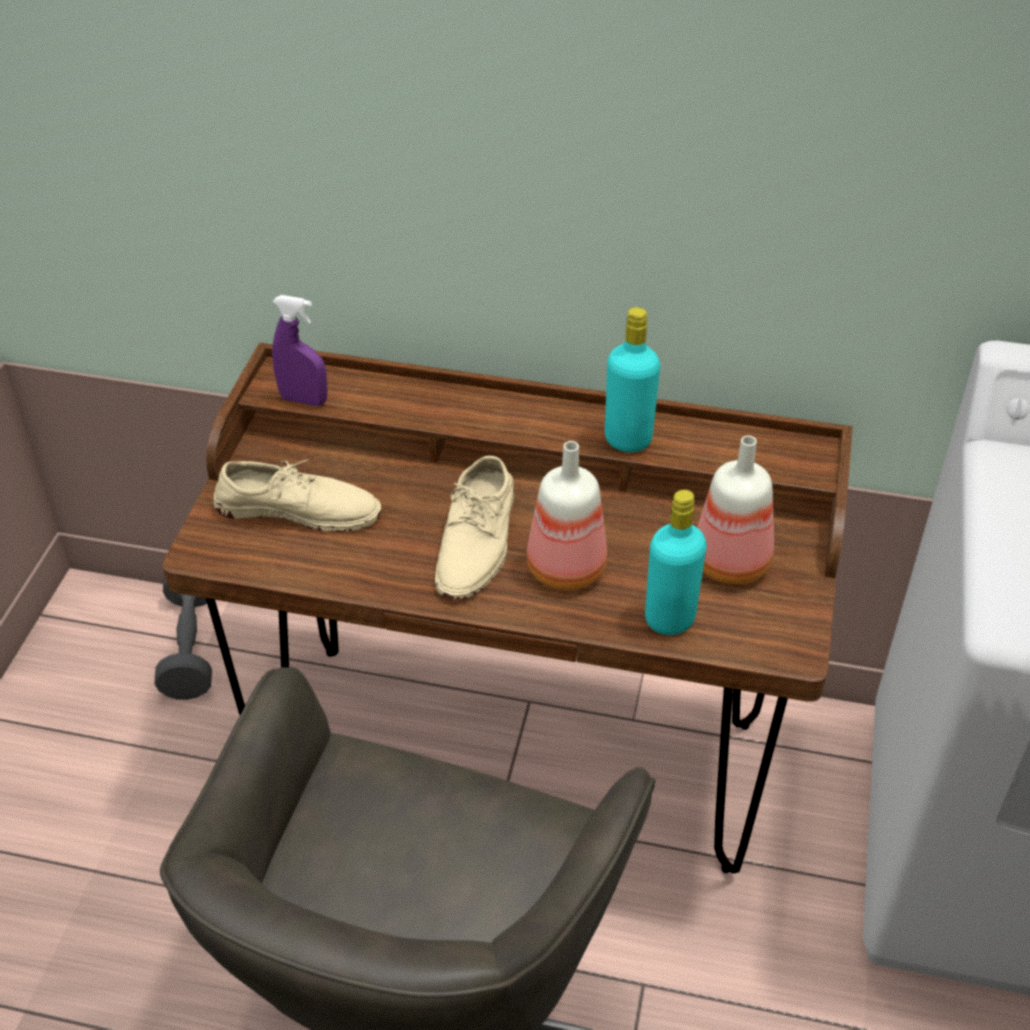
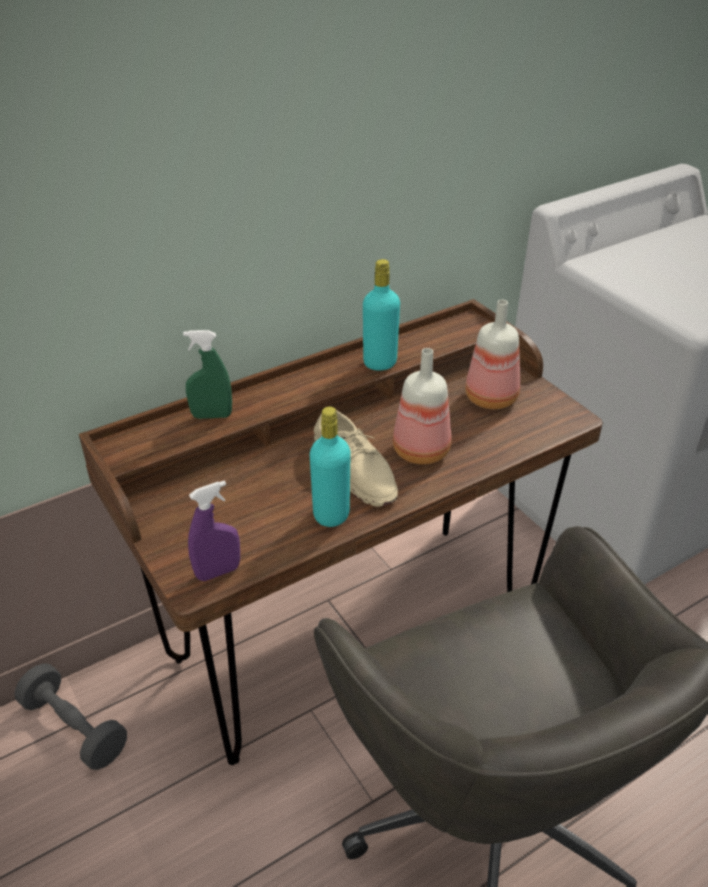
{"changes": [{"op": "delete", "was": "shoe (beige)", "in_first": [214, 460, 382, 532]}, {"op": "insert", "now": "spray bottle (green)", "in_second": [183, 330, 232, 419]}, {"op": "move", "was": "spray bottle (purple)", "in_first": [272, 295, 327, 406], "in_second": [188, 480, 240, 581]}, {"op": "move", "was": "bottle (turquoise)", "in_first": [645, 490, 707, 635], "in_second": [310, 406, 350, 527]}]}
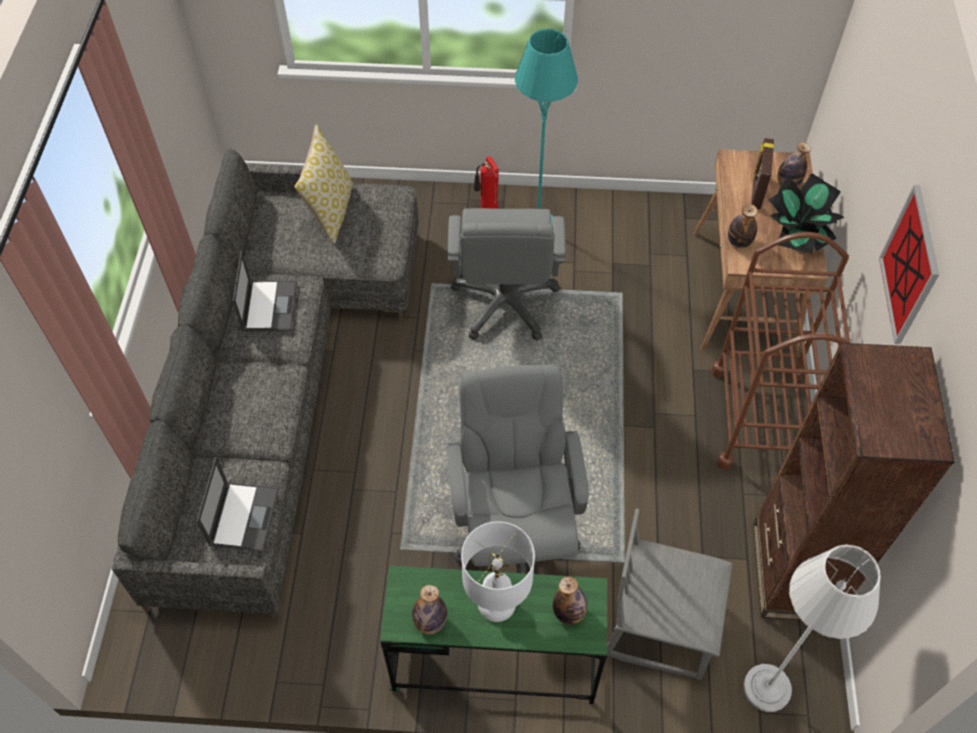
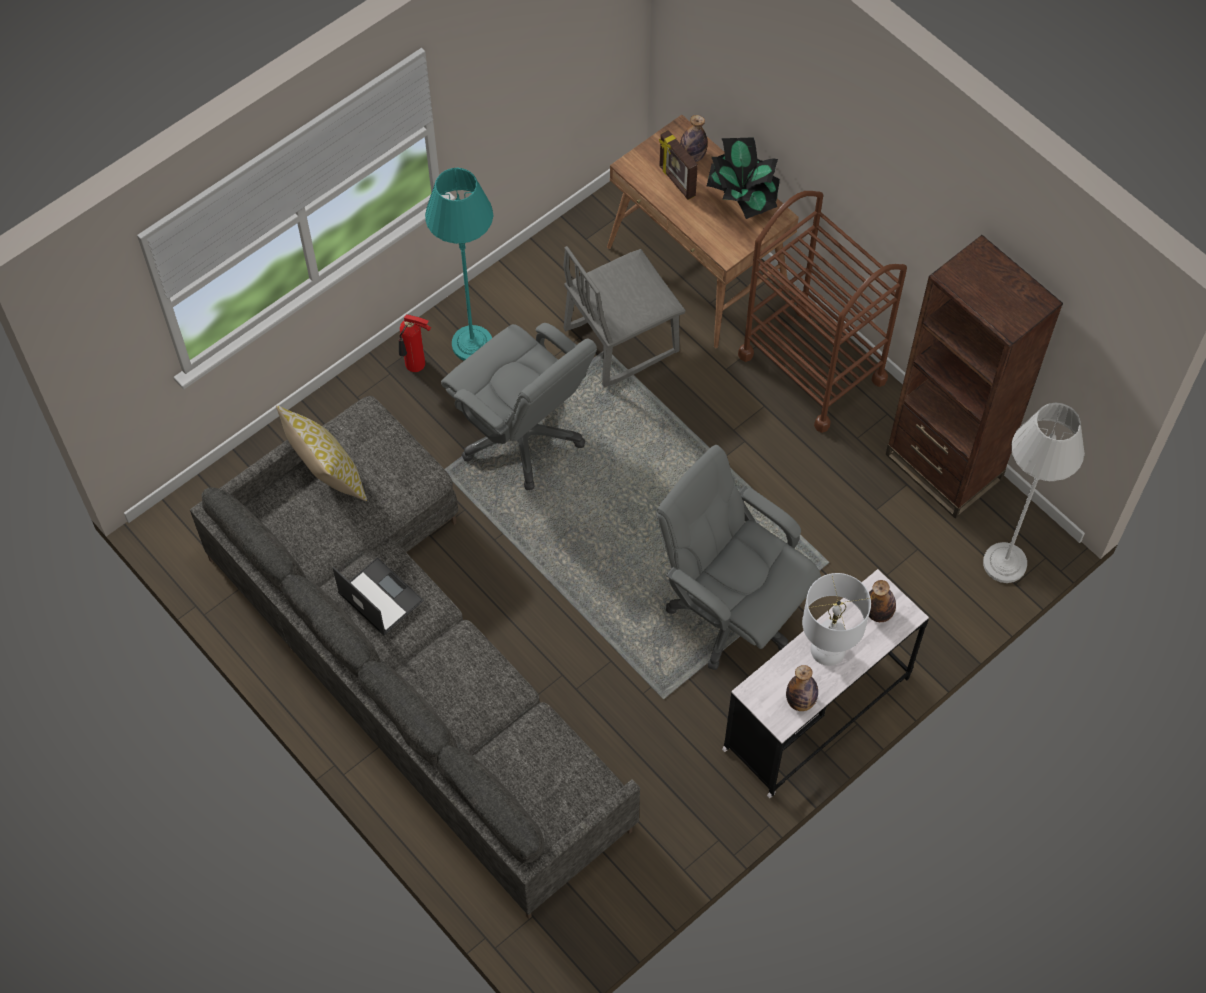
{"changes": [{"op": "delete", "was": "laptop", "in_first": [196, 457, 279, 552]}, {"op": "delete", "was": "bottle", "in_first": [728, 204, 758, 248]}, {"op": "delete", "was": "picture", "in_first": [879, 185, 939, 344]}, {"op": "move", "was": "chair (grey)", "in_first": [607, 508, 733, 680], "in_second": [563, 246, 686, 388]}, {"op": "recolor", "was": "desk (green)", "now": "desk (white)", "in_first": [380, 565, 607, 704], "in_second": [722, 569, 929, 798]}]}
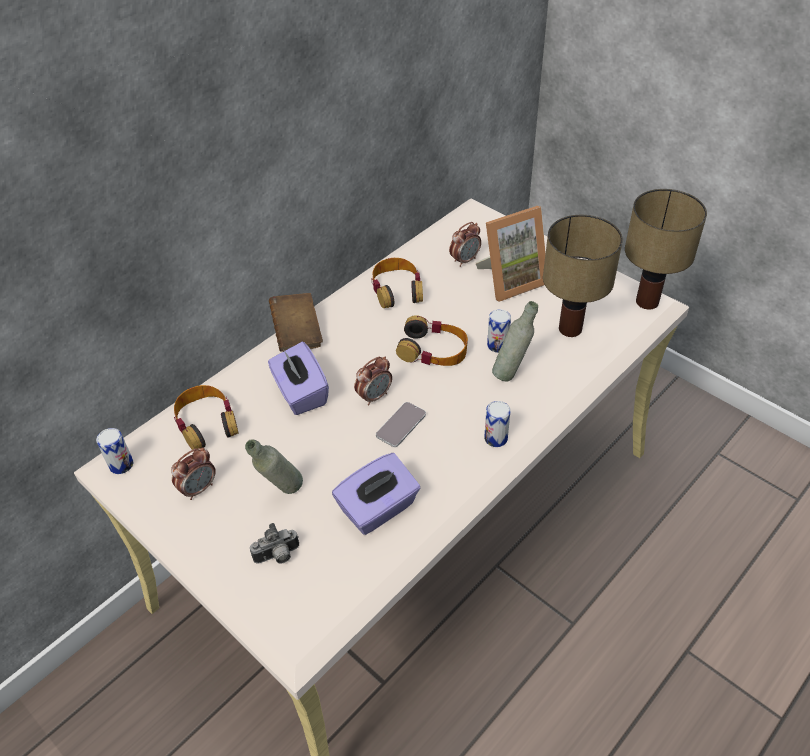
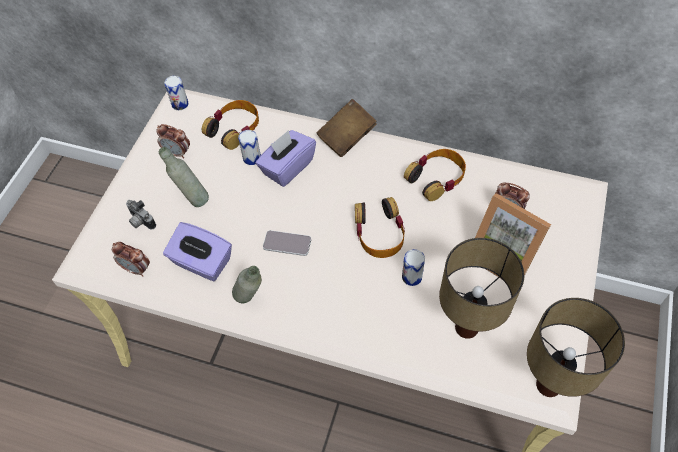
{"changes": [{"op": "move", "was": "alarm clock", "in_first": [354, 357, 392, 406], "in_second": [112, 242, 150, 277]}, {"op": "move", "was": "can", "in_first": [484, 401, 511, 447], "in_second": [238, 130, 261, 165]}, {"op": "move", "was": "bottle (grey)", "in_first": [492, 301, 538, 381], "in_second": [232, 266, 262, 303]}]}
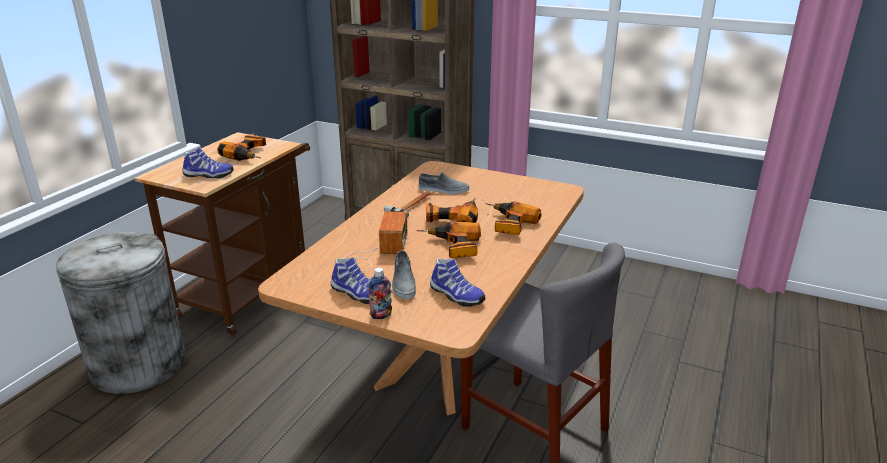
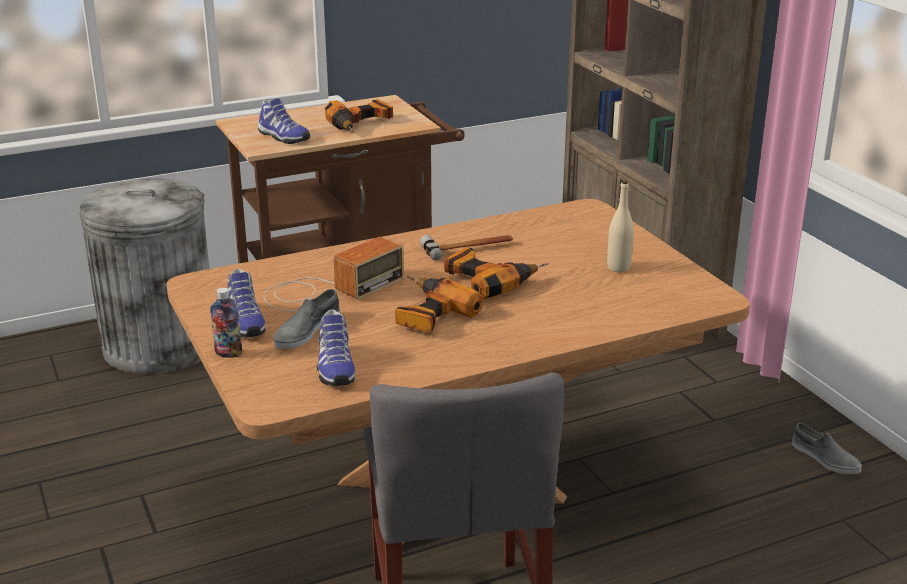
{"changes": [{"op": "delete", "was": "power drill", "in_first": [485, 202, 541, 235]}, {"op": "insert", "now": "bottle (beige)", "in_second": [607, 180, 634, 272]}, {"op": "move", "was": "shoe (grey)", "in_first": [419, 172, 469, 194], "in_second": [792, 423, 862, 474]}]}
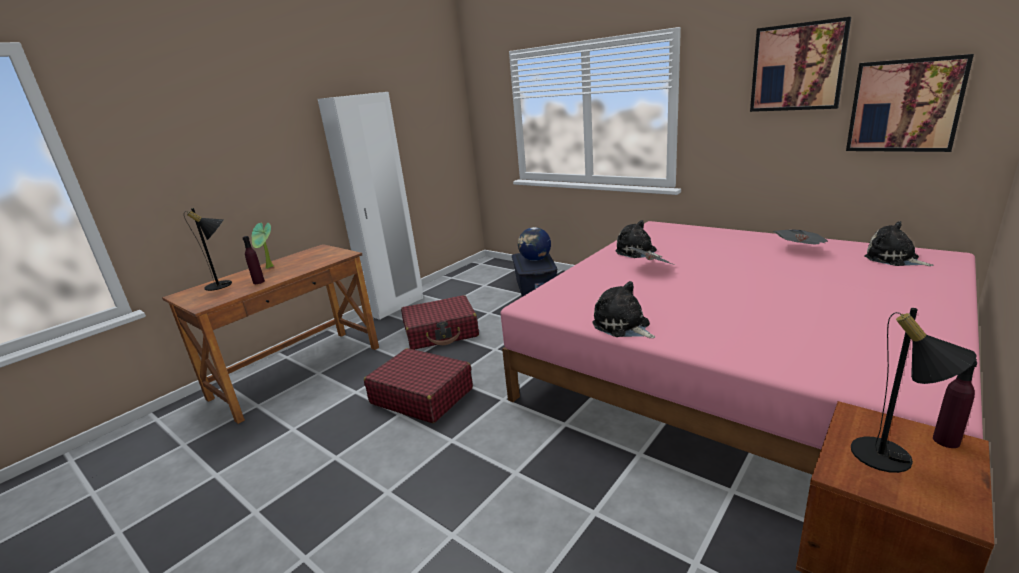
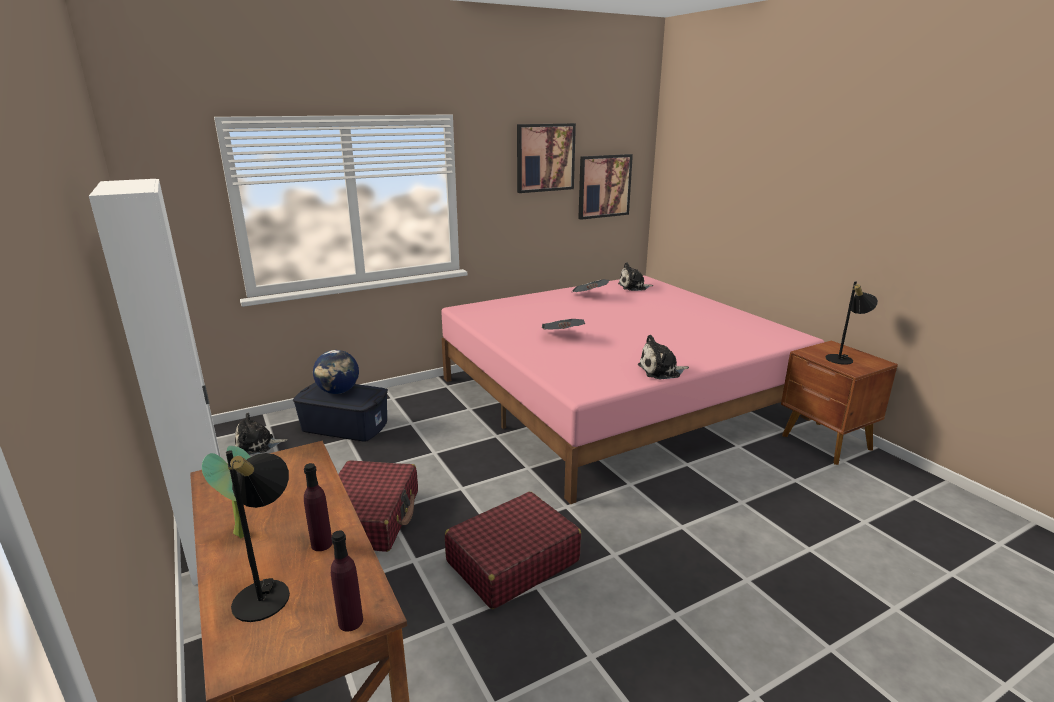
{"changes": [{"op": "move", "was": "plush toy", "in_first": [615, 220, 662, 258], "in_second": [235, 413, 288, 455]}, {"op": "move", "was": "bottle (purple)", "in_first": [933, 359, 977, 448], "in_second": [331, 531, 363, 632]}]}
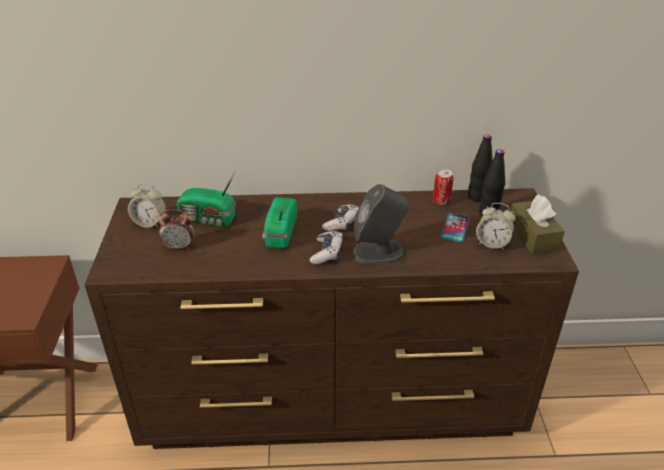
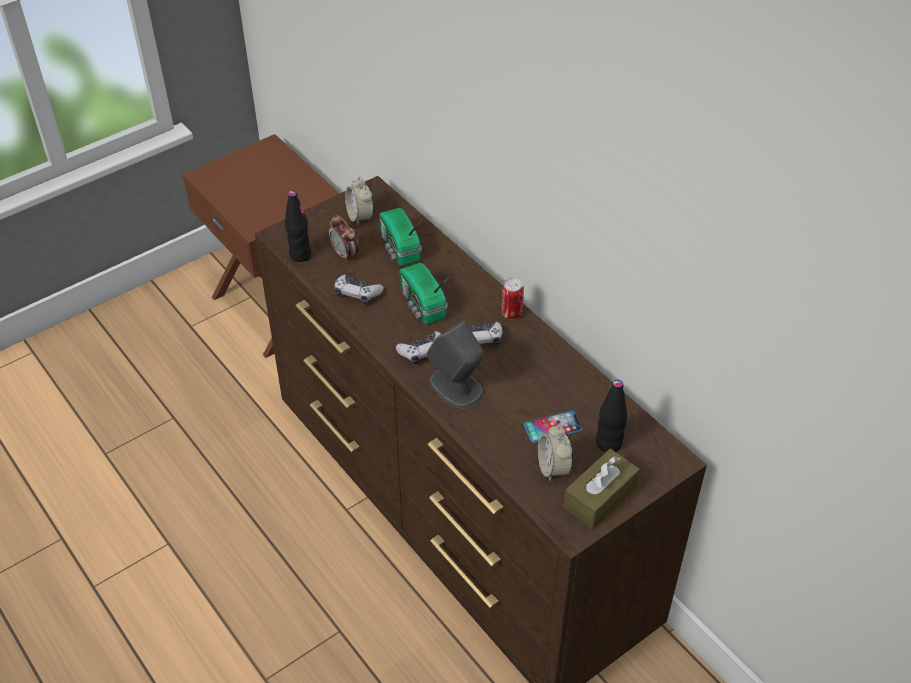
{"changes": [{"op": "insert", "now": "game controller", "in_second": [334, 275, 384, 304]}, {"op": "move", "was": "can", "in_first": [433, 169, 453, 205], "in_second": [502, 278, 524, 319]}, {"op": "move", "was": "bottle (black)", "in_first": [468, 134, 493, 202], "in_second": [285, 191, 311, 262]}, {"op": "rotate", "was": "radio", "in_first": [262, 197, 297, 249], "in_second": [399, 263, 449, 325], "clockwise": -90}]}
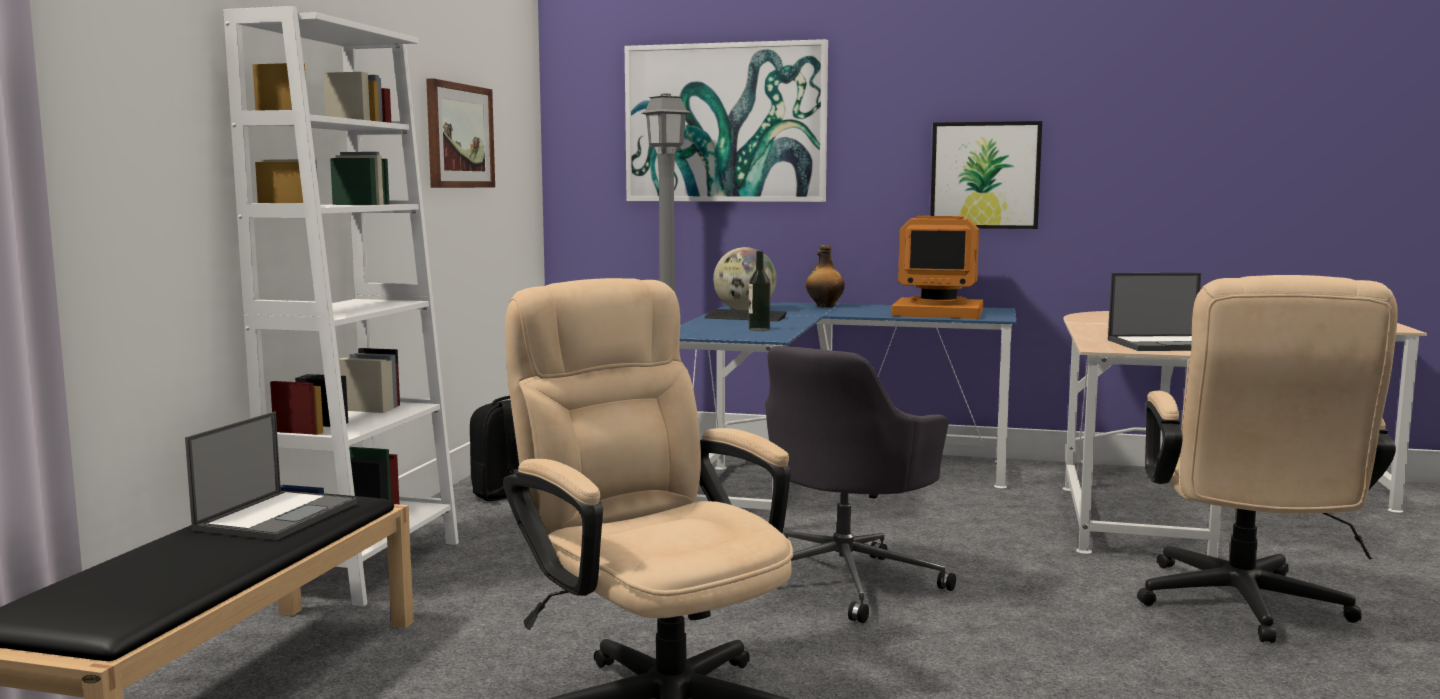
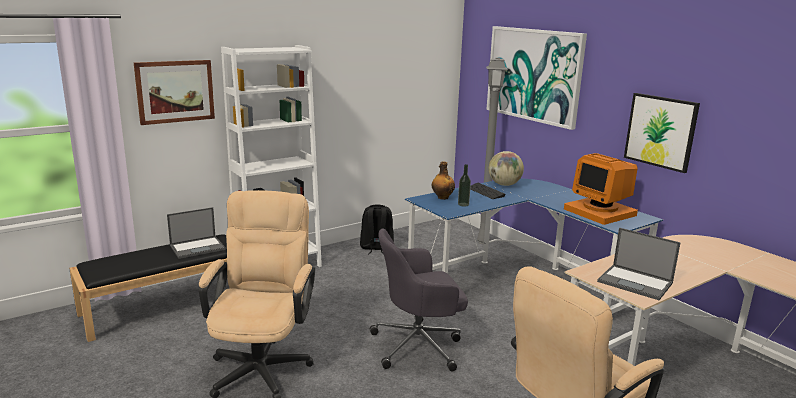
{"changes": [{"op": "move", "was": "picture", "in_first": [426, 78, 495, 188], "in_second": [134, 60, 215, 125]}, {"op": "move", "was": "bottle", "in_first": [806, 245, 845, 308], "in_second": [432, 161, 455, 200]}]}
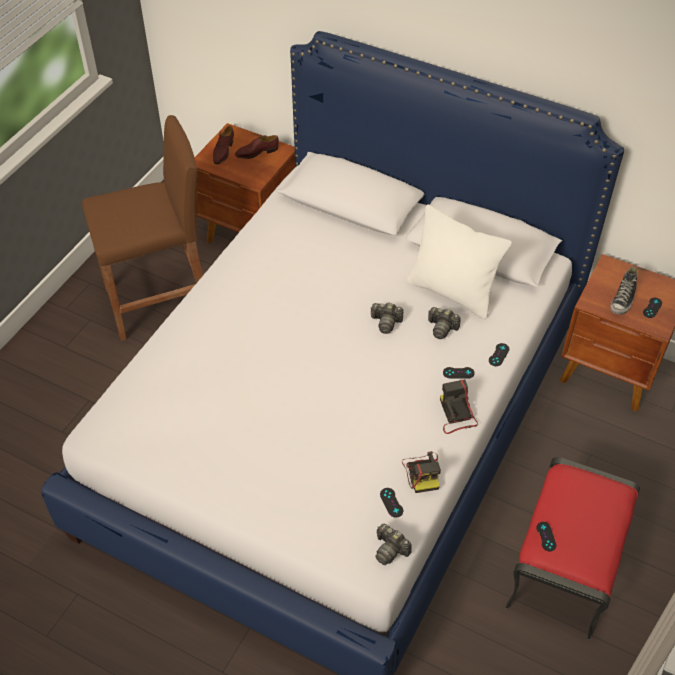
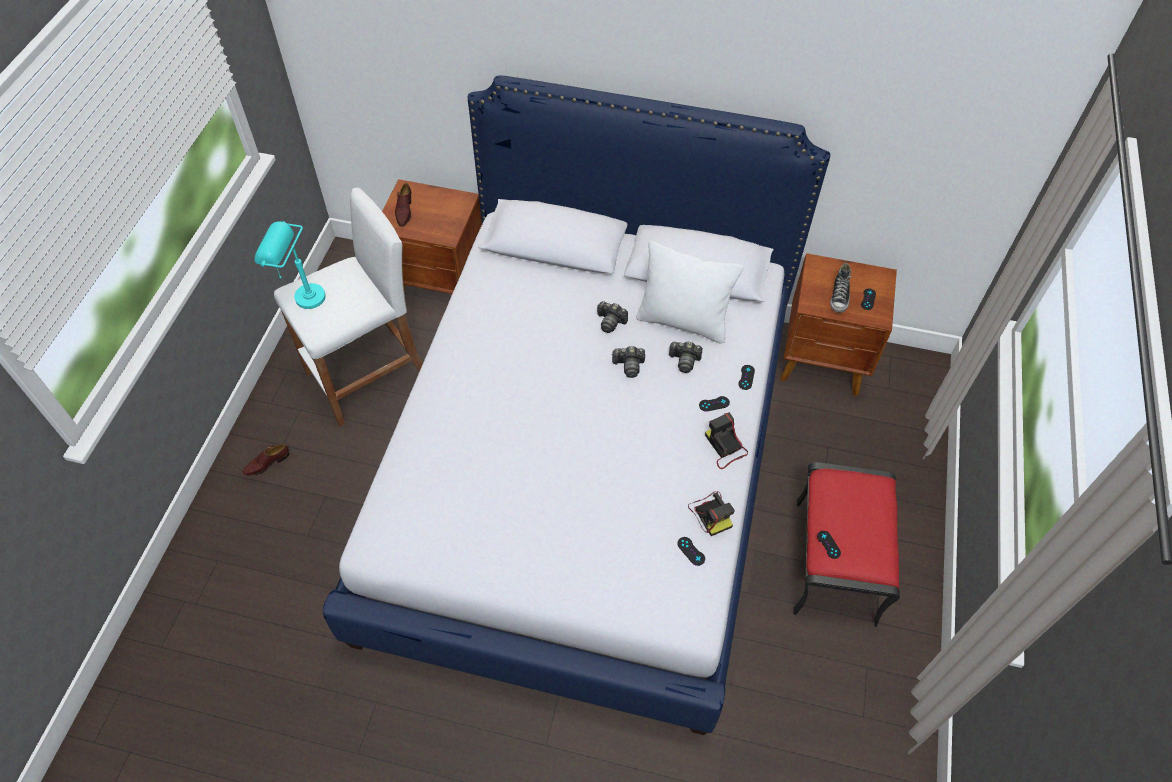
{"changes": [{"op": "insert", "now": "table lamp (turquoise)", "in_second": [255, 221, 326, 309]}, {"op": "move", "was": "shoe (brown)", "in_first": [235, 135, 279, 159], "in_second": [242, 444, 289, 476]}, {"op": "move", "was": "photo camera", "in_first": [375, 524, 412, 565], "in_second": [597, 301, 628, 333]}, {"op": "recolor", "was": "stool (brown)", "now": "stool (white)", "in_first": [82, 115, 203, 341], "in_second": [274, 188, 423, 426]}]}
